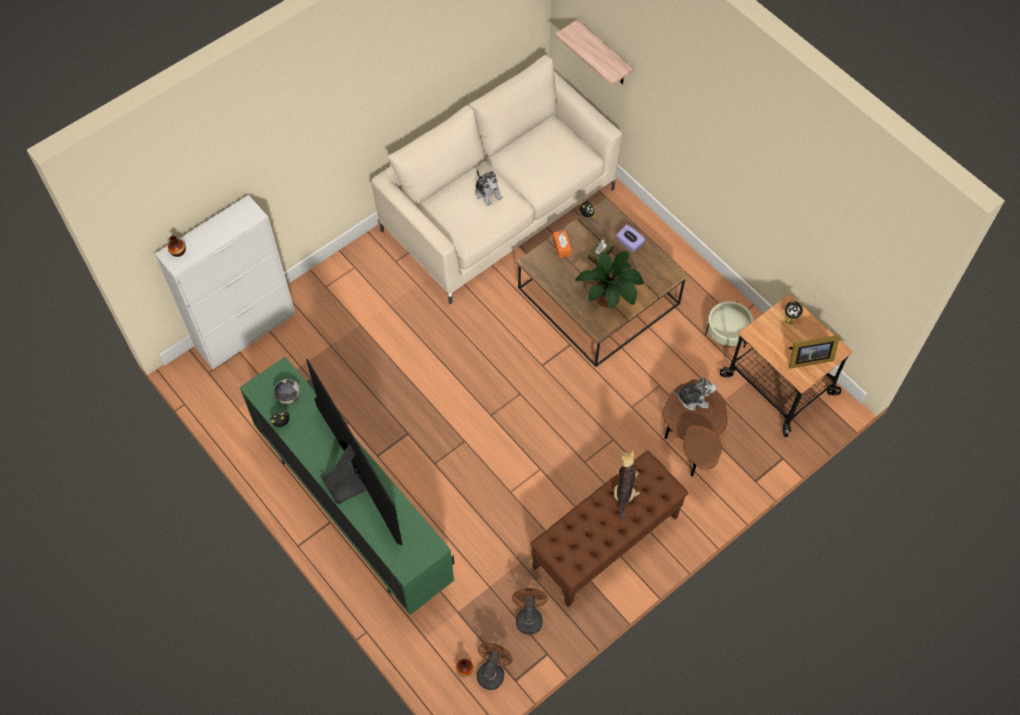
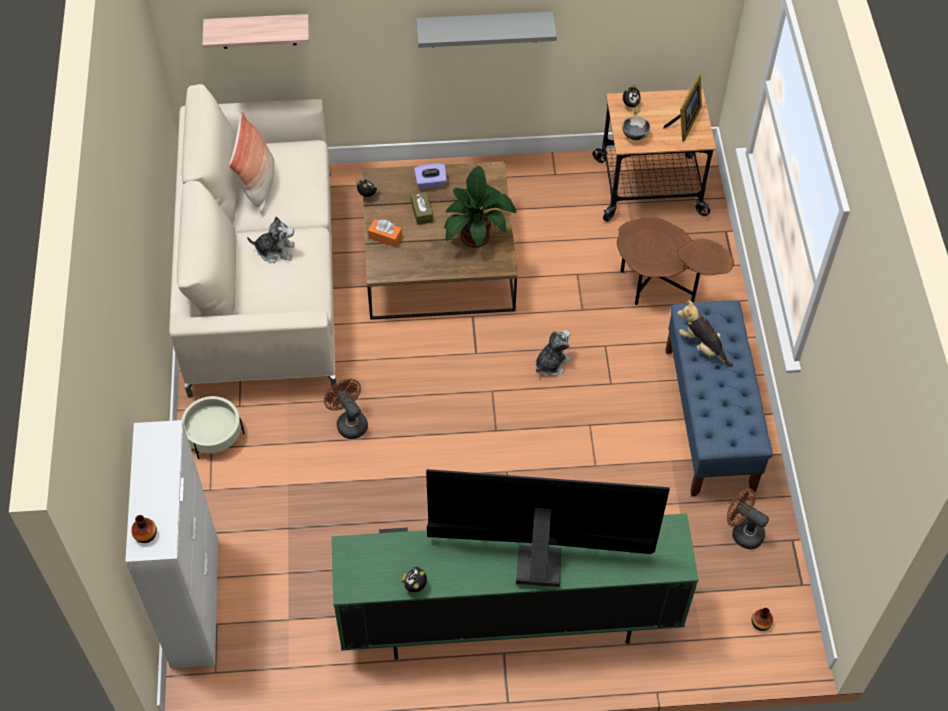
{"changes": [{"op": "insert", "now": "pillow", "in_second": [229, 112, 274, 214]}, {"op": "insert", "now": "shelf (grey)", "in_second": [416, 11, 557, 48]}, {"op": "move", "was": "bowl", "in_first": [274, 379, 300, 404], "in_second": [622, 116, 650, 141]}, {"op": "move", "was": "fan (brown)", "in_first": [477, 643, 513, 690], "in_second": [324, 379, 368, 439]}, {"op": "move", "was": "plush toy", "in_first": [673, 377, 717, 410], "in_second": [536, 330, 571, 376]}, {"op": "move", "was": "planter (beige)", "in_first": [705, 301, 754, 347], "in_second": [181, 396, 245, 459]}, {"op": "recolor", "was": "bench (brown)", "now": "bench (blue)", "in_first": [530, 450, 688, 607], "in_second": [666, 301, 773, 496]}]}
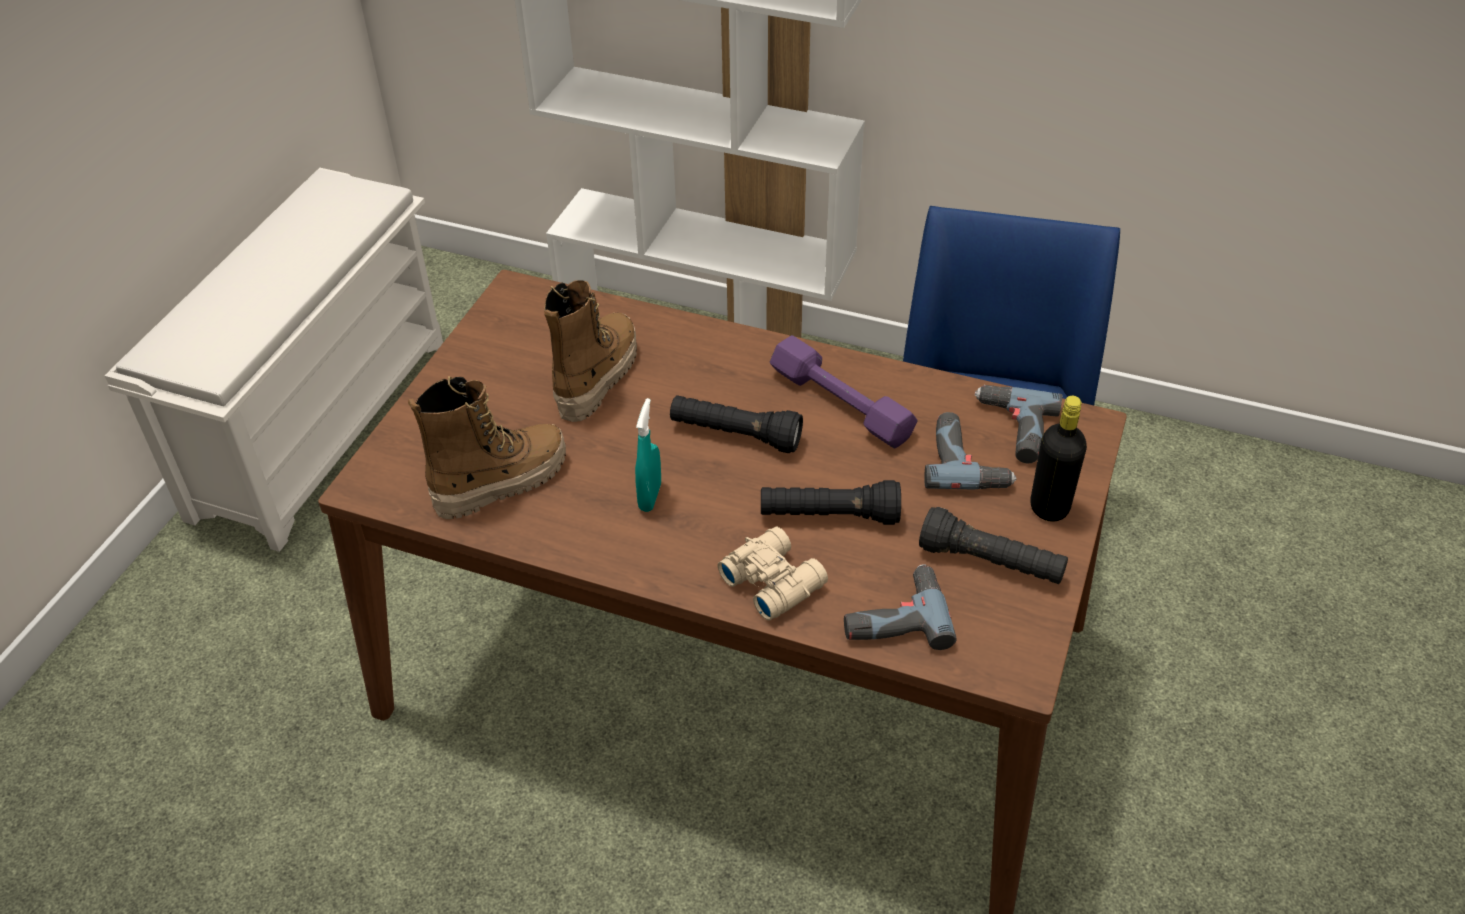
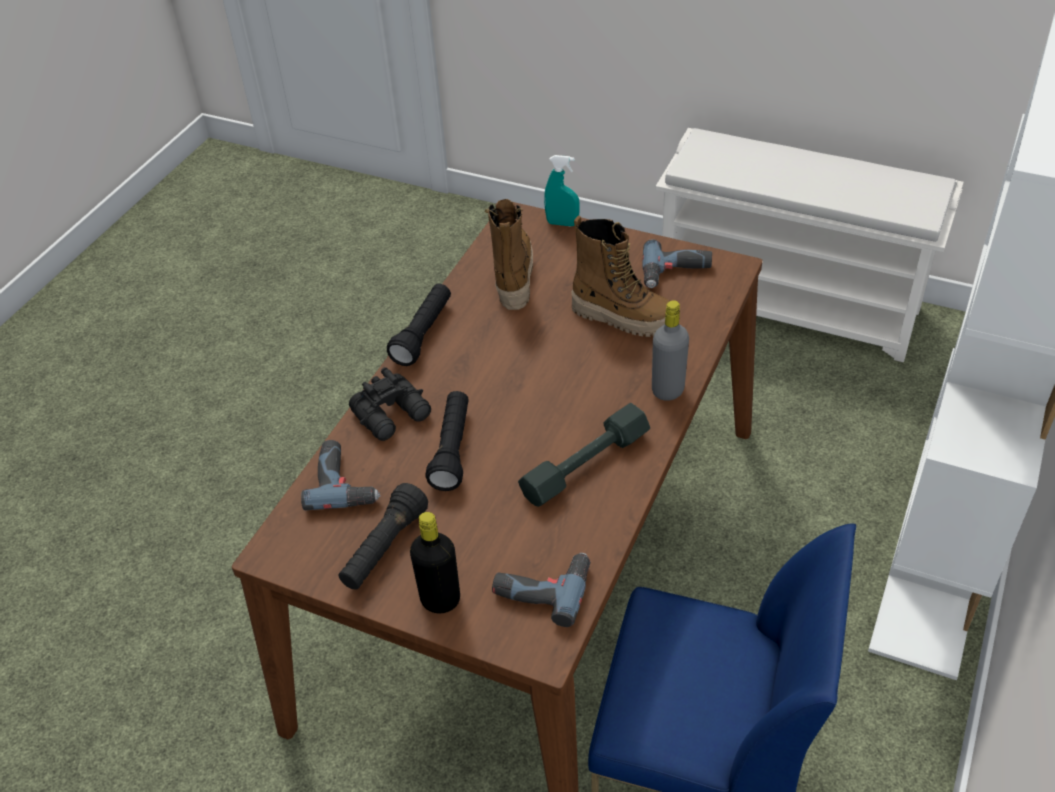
{"changes": [{"op": "insert", "now": "bottle (grey)", "in_second": [652, 300, 689, 401]}, {"op": "move", "was": "spray bottle (turquoise)", "in_first": [635, 398, 661, 512], "in_second": [544, 155, 580, 226]}, {"op": "move", "was": "flashlight (black)", "in_first": [670, 395, 803, 453], "in_second": [387, 284, 451, 366]}, {"op": "move", "was": "power drill", "in_first": [924, 412, 1016, 490], "in_second": [642, 239, 712, 288]}, {"op": "recolor", "was": "binoculars (beige)", "now": "binoculars (black)", "in_first": [718, 527, 828, 621], "in_second": [349, 367, 431, 441]}, {"op": "recolor", "was": "dumbbell (purple)", "now": "dumbbell (grey)", "in_first": [770, 335, 917, 449], "in_second": [518, 403, 650, 507]}, {"op": "rotate", "was": "boot", "in_first": [408, 376, 566, 519], "in_second": [485, 199, 533, 310], "clockwise": -150}]}
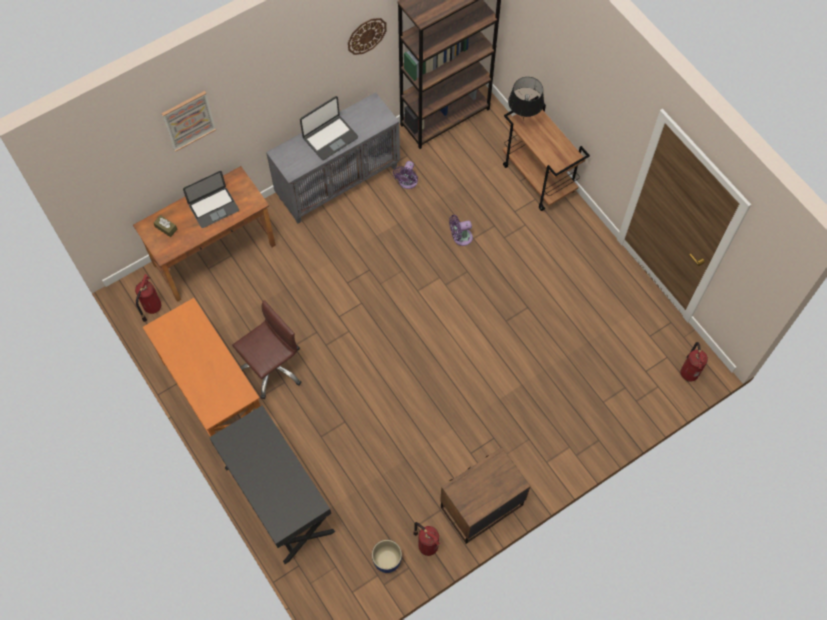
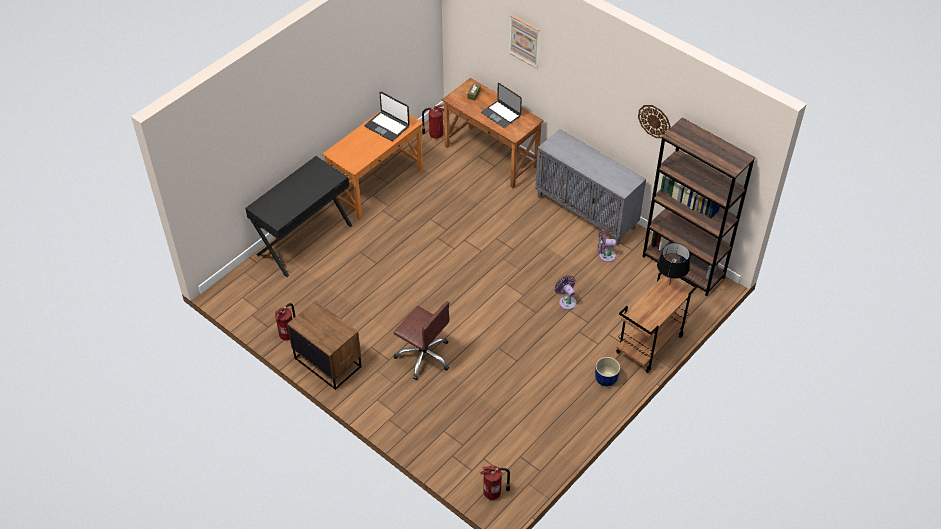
{"changes": [{"op": "move", "was": "office chair (brown)", "in_first": [232, 300, 302, 399], "in_second": [394, 301, 450, 380]}, {"op": "move", "was": "laptop", "in_first": [300, 96, 358, 160], "in_second": [365, 92, 410, 141]}, {"op": "move", "was": "planter (blue)", "in_first": [372, 540, 402, 573], "in_second": [595, 357, 620, 386]}]}
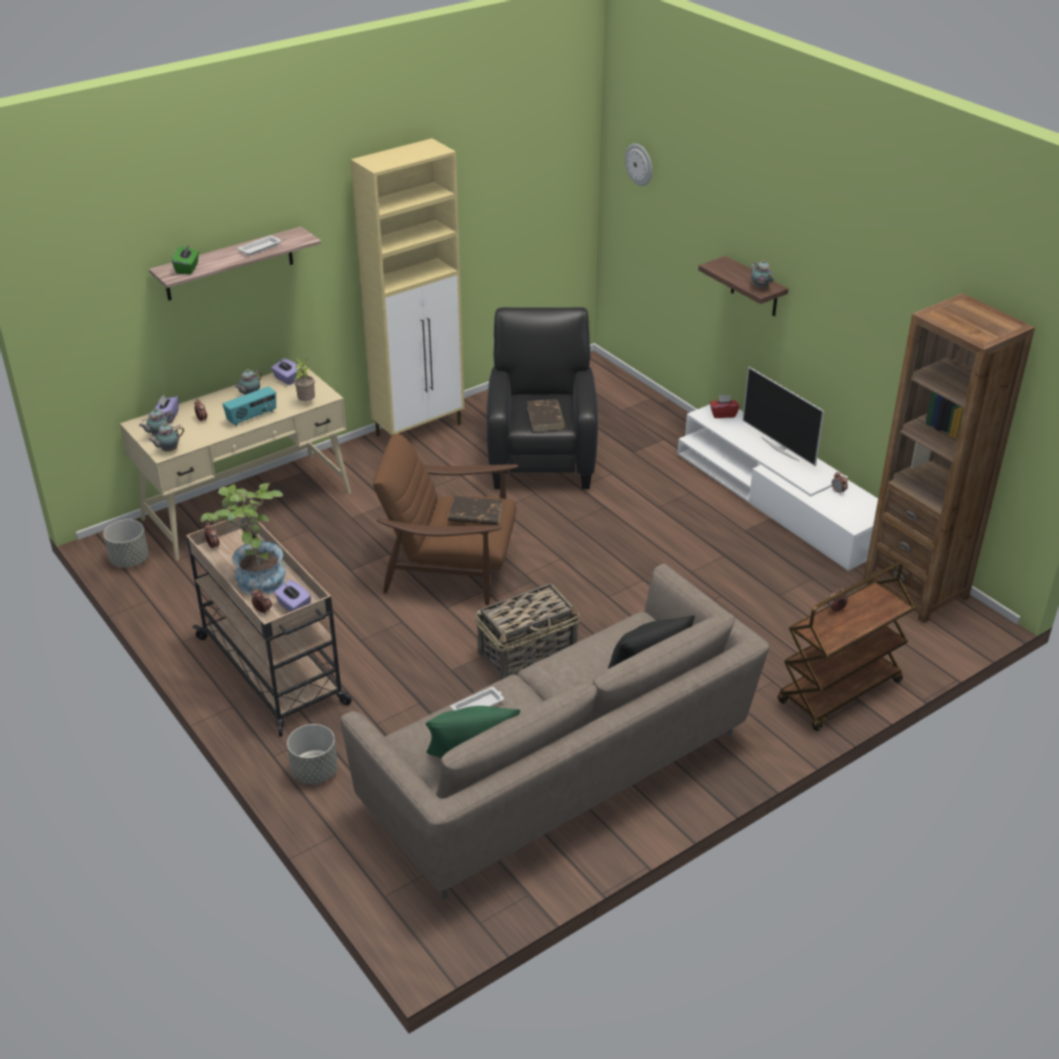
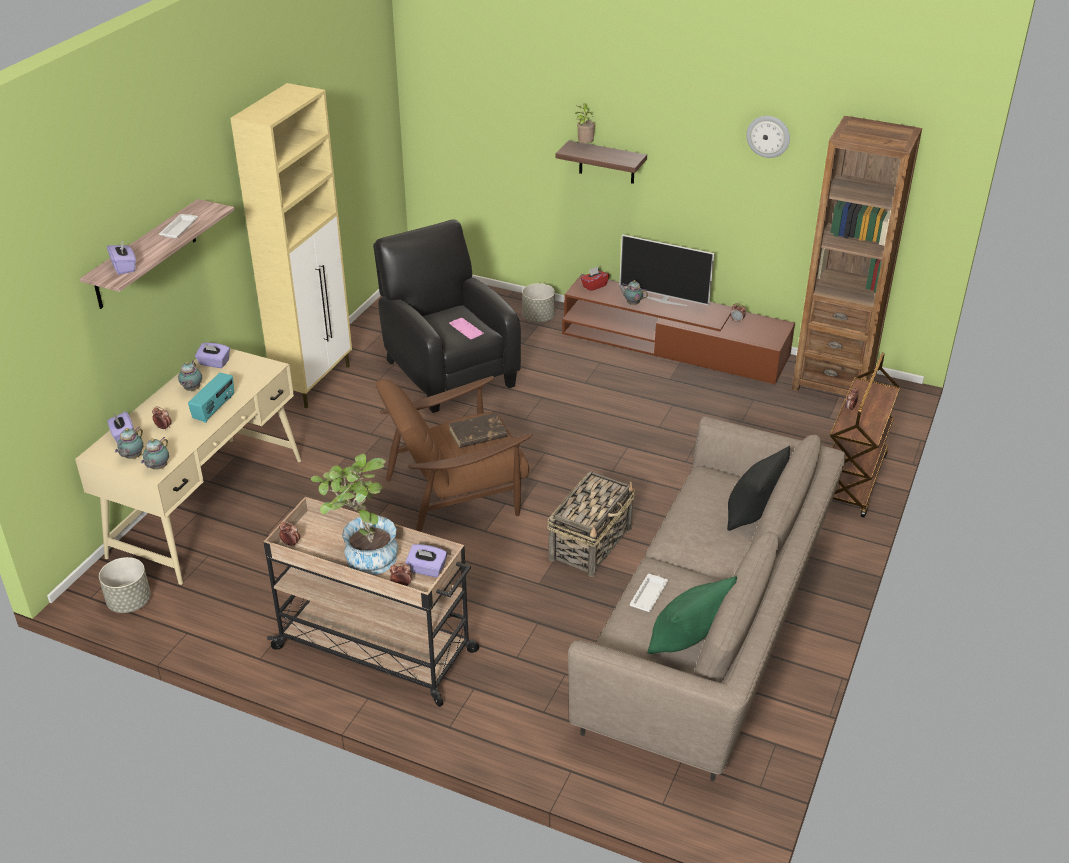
{"changes": [{"op": "move", "was": "planter (grey)", "in_first": [287, 724, 338, 784], "in_second": [522, 283, 555, 322]}, {"op": "move", "was": "potted plant", "in_first": [294, 358, 315, 401], "in_second": [575, 103, 595, 143]}, {"op": "move", "was": "wall clock", "in_first": [625, 144, 652, 186], "in_second": [746, 116, 790, 158]}, {"op": "move", "was": "teapot", "in_first": [750, 260, 774, 289], "in_second": [619, 280, 648, 305]}, {"op": "replace", "was": "book (brown)", "now": "tray (pink)", "in_first": [527, 399, 566, 432], "in_second": [449, 318, 484, 339]}, {"op": "recolor", "was": "tissue box (green)", "now": "tissue box (purple)", "in_first": [172, 244, 199, 274], "in_second": [107, 242, 136, 275]}, {"op": "recolor", "was": "tv stand (white)", "now": "tv stand (brown)", "in_first": [678, 404, 878, 571], "in_second": [562, 274, 795, 384]}]}
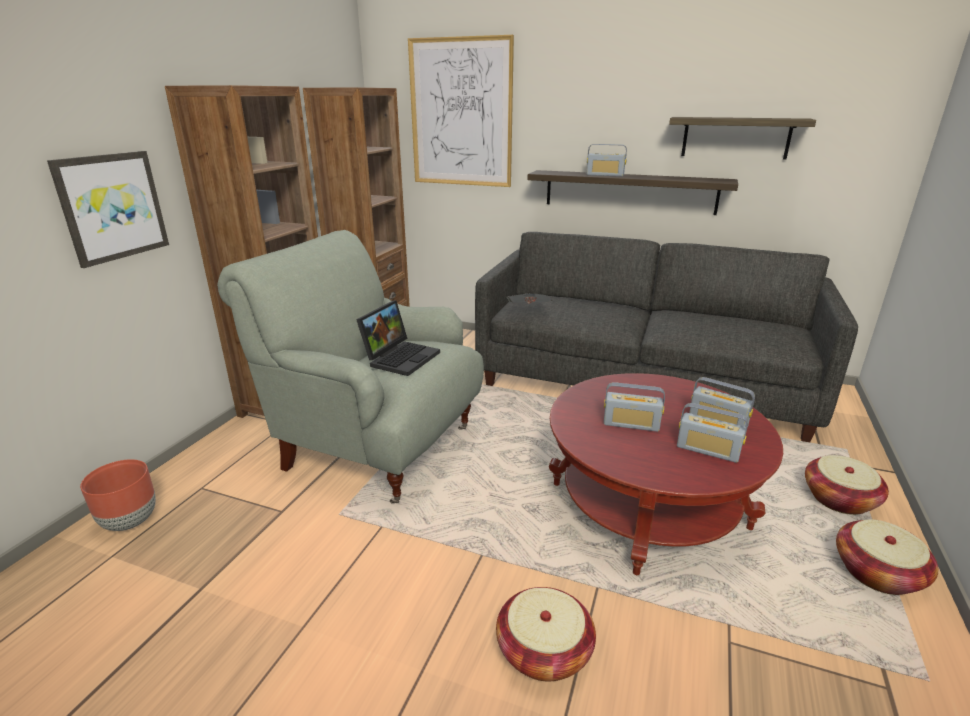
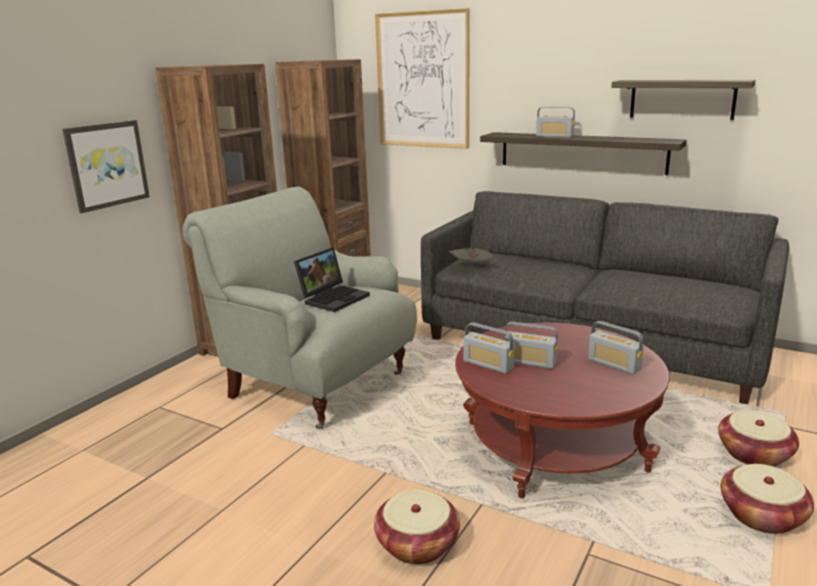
{"changes": [{"op": "delete", "was": "planter (brown)", "in_first": [80, 459, 156, 531]}, {"op": "move", "was": "radio", "in_first": [677, 403, 748, 463], "in_second": [463, 322, 515, 374]}]}
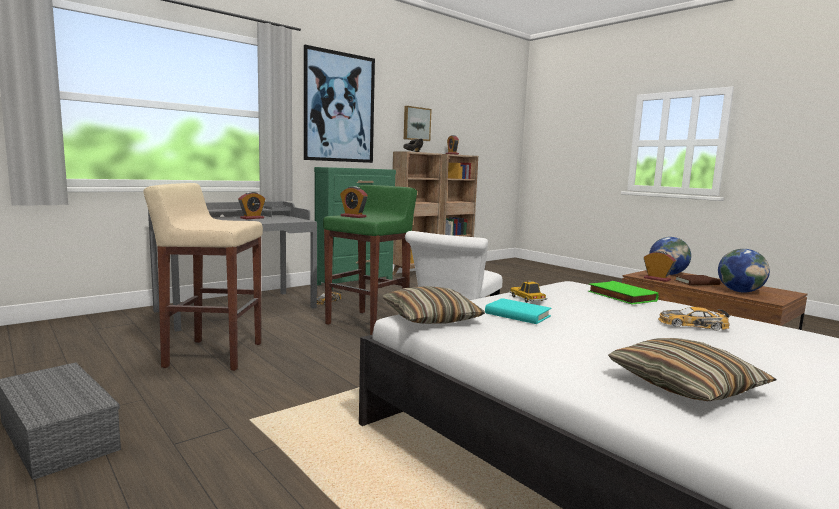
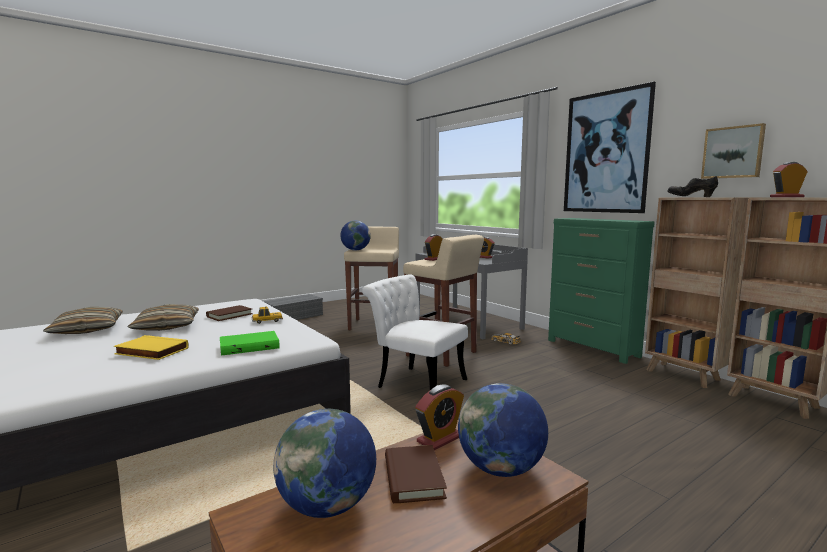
{"changes": [{"op": "insert", "now": "globe", "in_second": [340, 221, 371, 251]}, {"op": "move", "was": "pillow", "in_first": [382, 286, 485, 324], "in_second": [128, 304, 199, 331]}, {"op": "replace", "was": "toy car", "now": "book (yellow)", "in_first": [658, 307, 730, 331], "in_second": [114, 335, 189, 360]}, {"op": "recolor", "was": "stool (green)", "now": "stool (beige)", "in_first": [323, 185, 417, 335], "in_second": [403, 235, 484, 367]}, {"op": "recolor", "was": "book (turquoise)", "now": "book (brown)", "in_first": [485, 298, 551, 324], "in_second": [206, 305, 253, 321]}]}
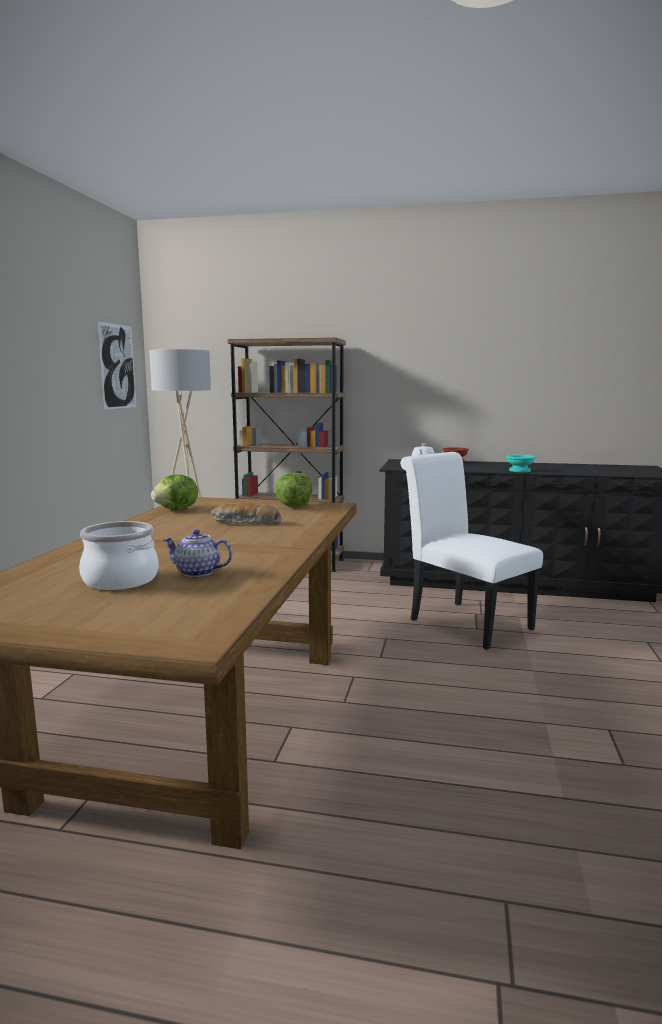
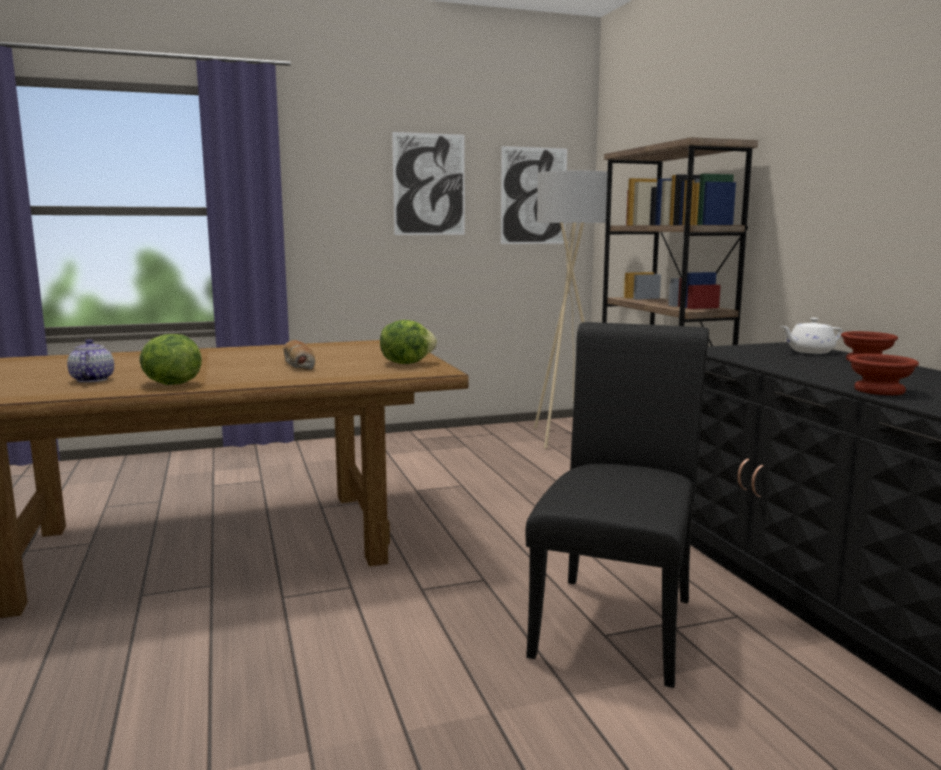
{"changes": [{"op": "delete", "was": "cooking pot", "in_first": [79, 521, 159, 590]}, {"op": "insert", "now": "picture", "in_second": [392, 132, 465, 235]}, {"op": "move", "was": "lettuce", "in_first": [151, 474, 198, 510], "in_second": [139, 334, 202, 385]}, {"op": "recolor", "was": "chair (white)", "now": "chair (black)", "in_first": [400, 452, 543, 650], "in_second": [525, 322, 709, 688]}, {"op": "recolor", "was": "bowl (turquoise)", "now": "bowl (brown)", "in_first": [506, 455, 536, 472], "in_second": [848, 354, 919, 395]}]}
